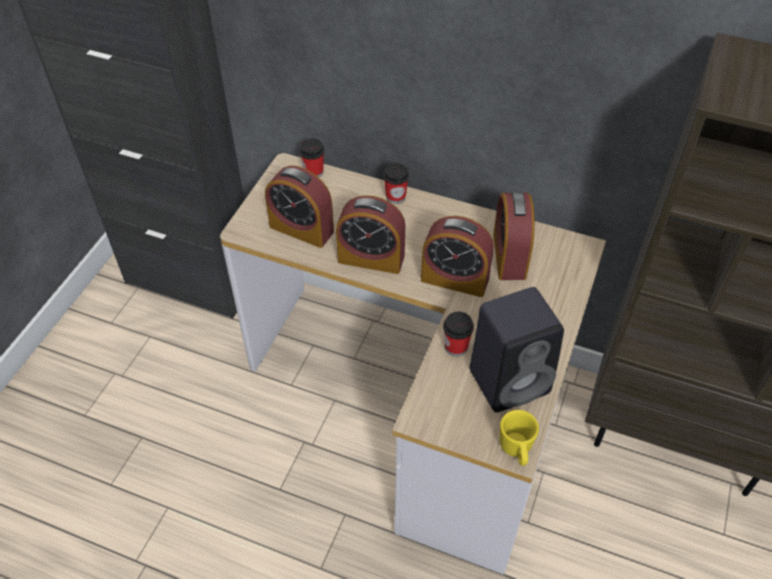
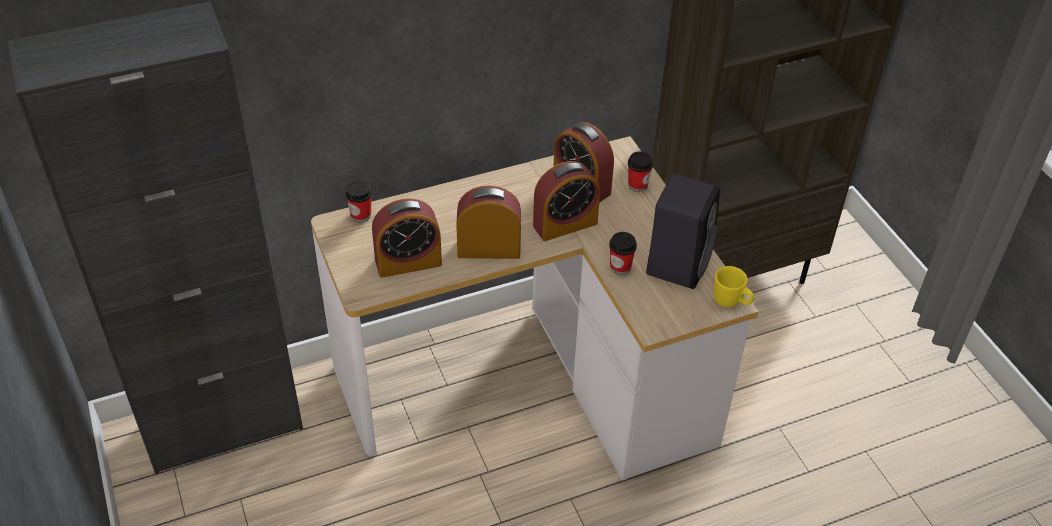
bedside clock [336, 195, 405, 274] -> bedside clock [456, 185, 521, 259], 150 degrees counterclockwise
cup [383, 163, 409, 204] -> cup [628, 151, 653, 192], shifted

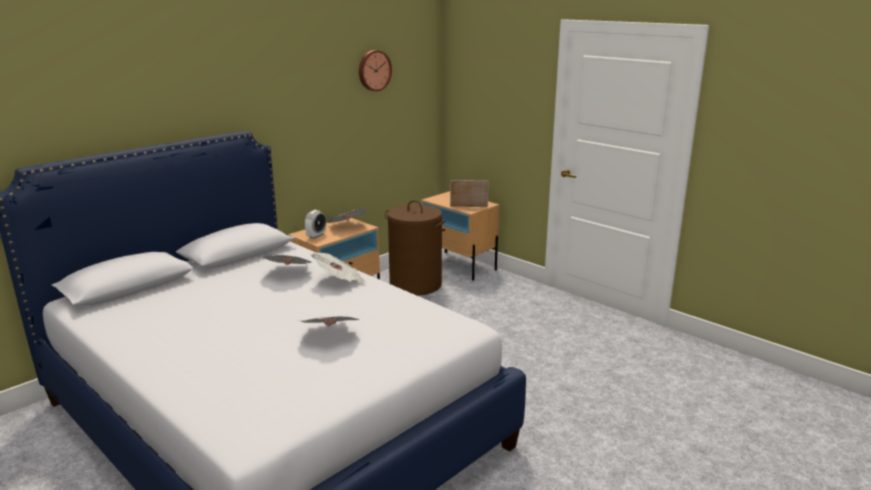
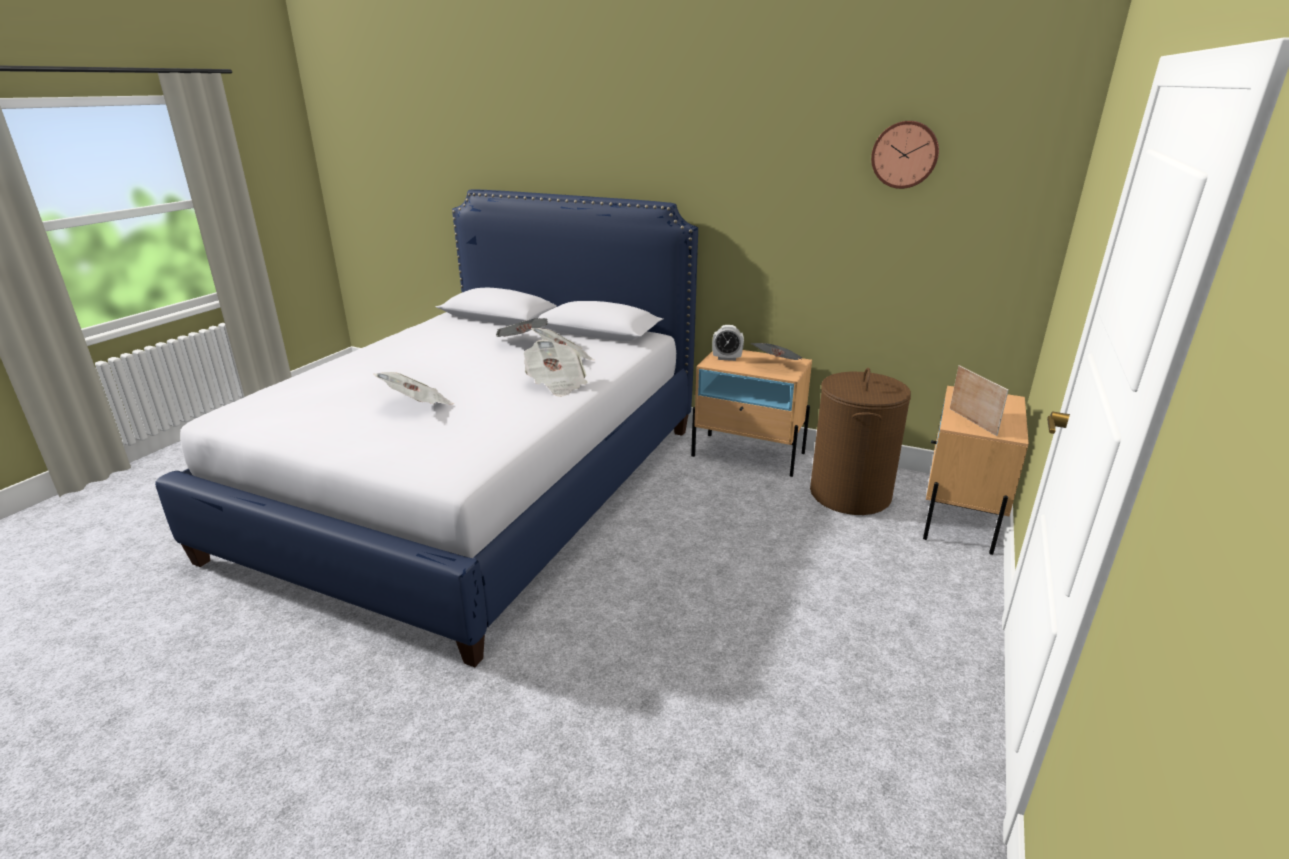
none -> newspaper [496, 318, 548, 337]

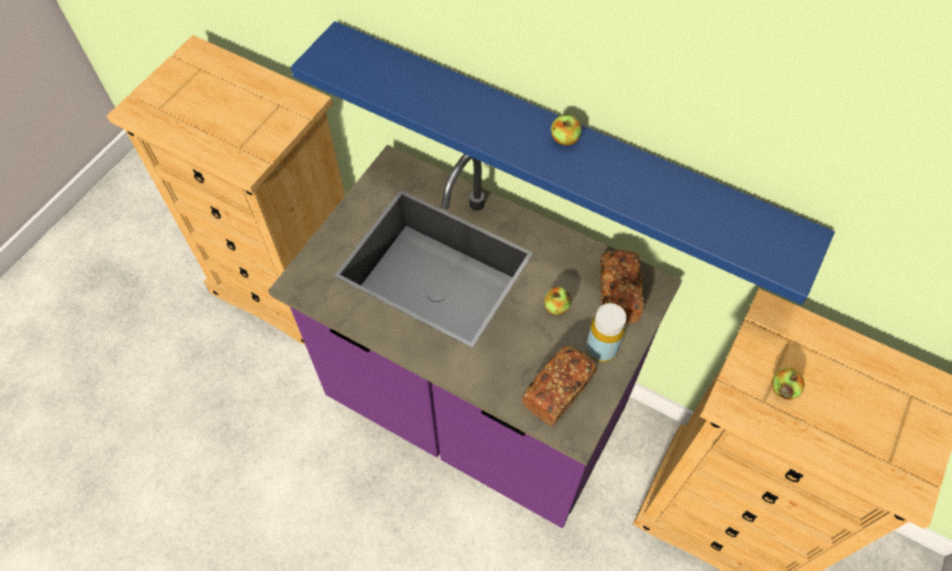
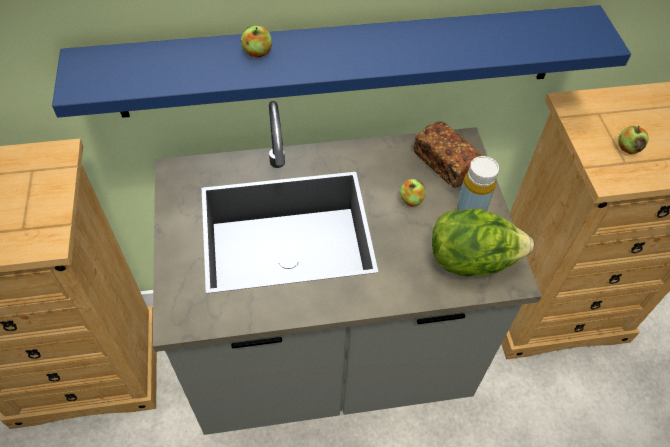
purple-coloured counter [268, 145, 682, 528] -> gray counter [153, 101, 542, 435]
bakery bread [522, 346, 597, 426] -> lettuce [432, 209, 534, 276]
apple [551, 114, 581, 145] -> apple [241, 26, 272, 58], shifted

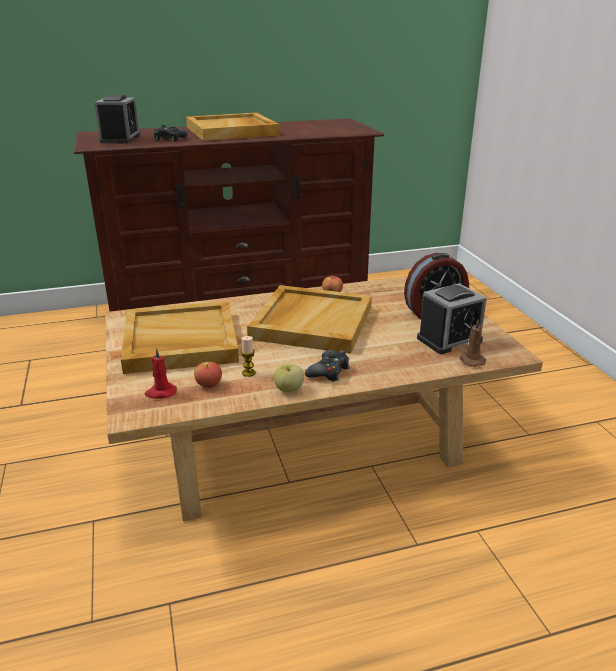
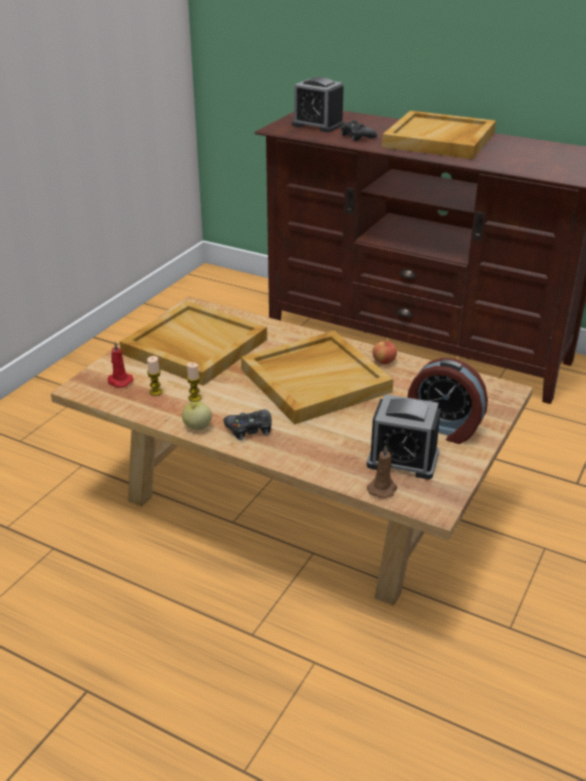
bedside clock [94, 95, 140, 143] -> bedside clock [292, 77, 344, 132], 75 degrees clockwise
apple [194, 361, 222, 388] -> wax light [147, 356, 163, 396]

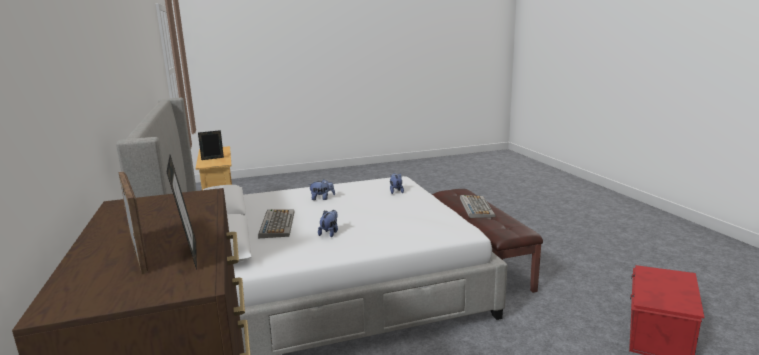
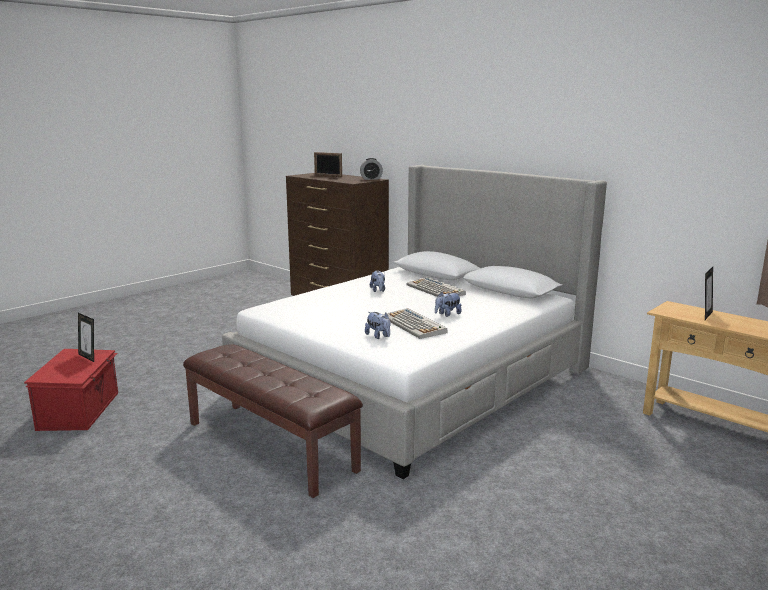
photo frame [167, 155, 197, 270] -> photo frame [78, 313, 94, 362], shifted
computer keyboard [460, 195, 496, 218] -> computer keyboard [383, 308, 447, 339], shifted
none -> bedside clock [360, 158, 383, 180]

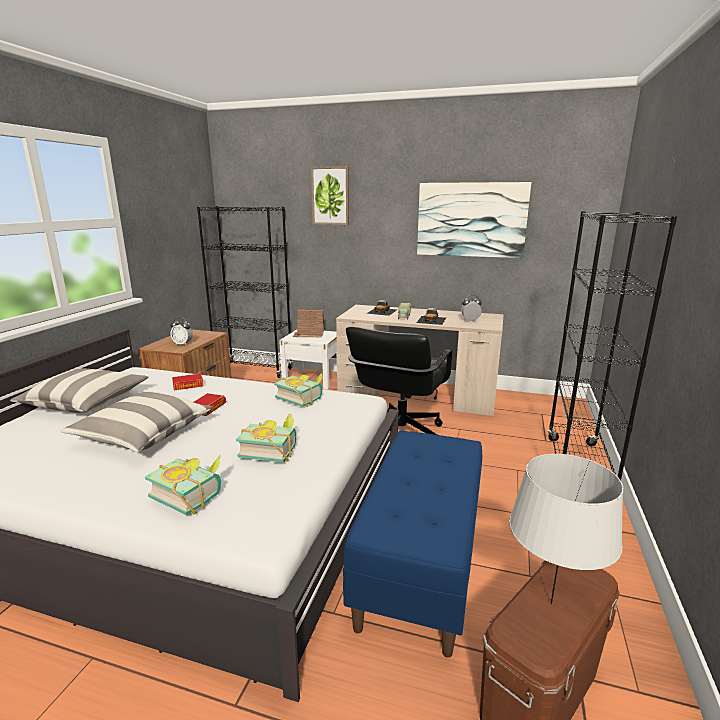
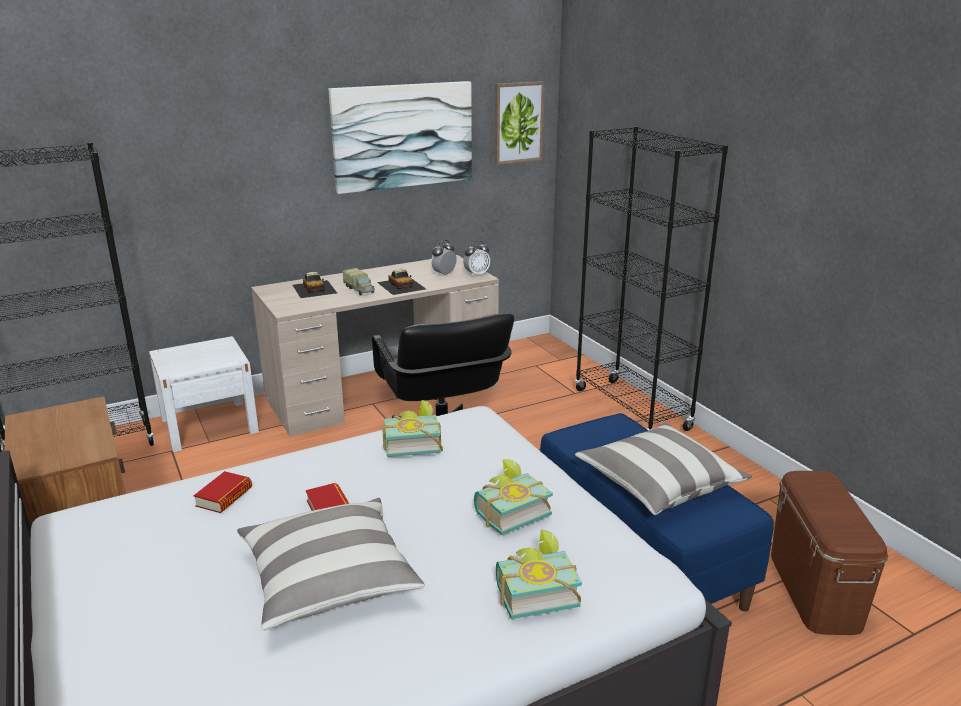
cushion [10, 368, 149, 413] -> cushion [575, 423, 752, 515], shifted
bedside clock [170, 318, 193, 346] -> bedside clock [463, 241, 490, 277], shifted
model house [293, 310, 325, 337] -> none
wall picture [311, 166, 349, 225] -> wall picture [495, 81, 545, 165], shifted
gray tabletop lamp [509, 454, 623, 605] -> none

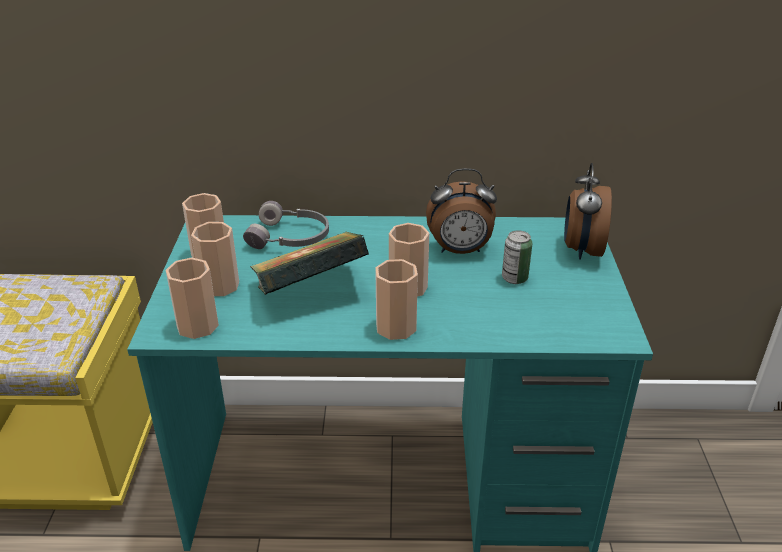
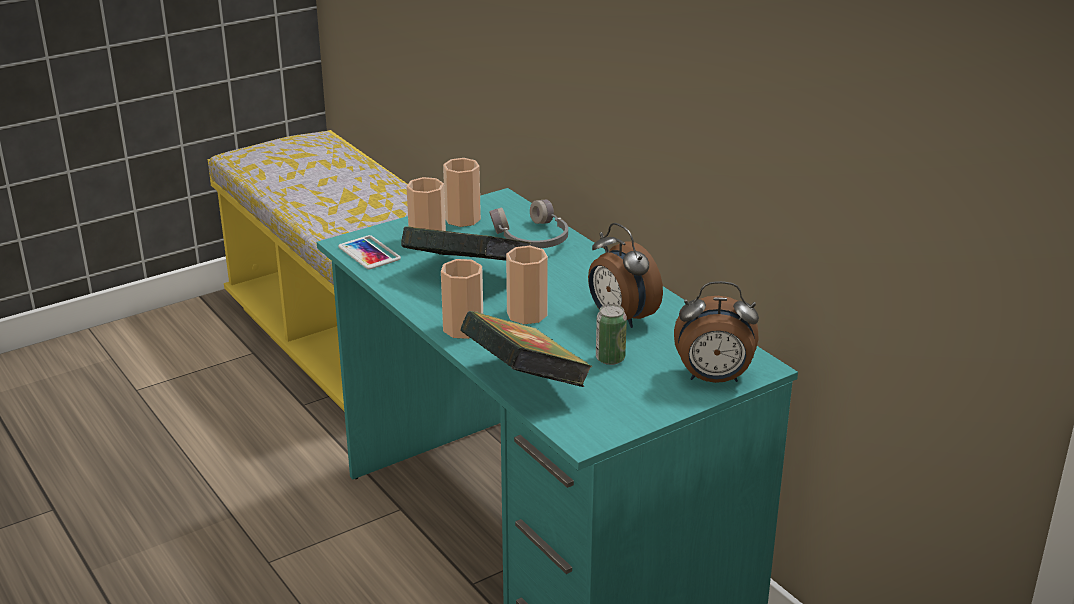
cup [166, 258, 219, 339] -> telephone [338, 235, 401, 269]
bedside clock [564, 163, 612, 260] -> bedside clock [674, 281, 759, 383], 150 degrees counterclockwise
none -> book [460, 311, 593, 387]

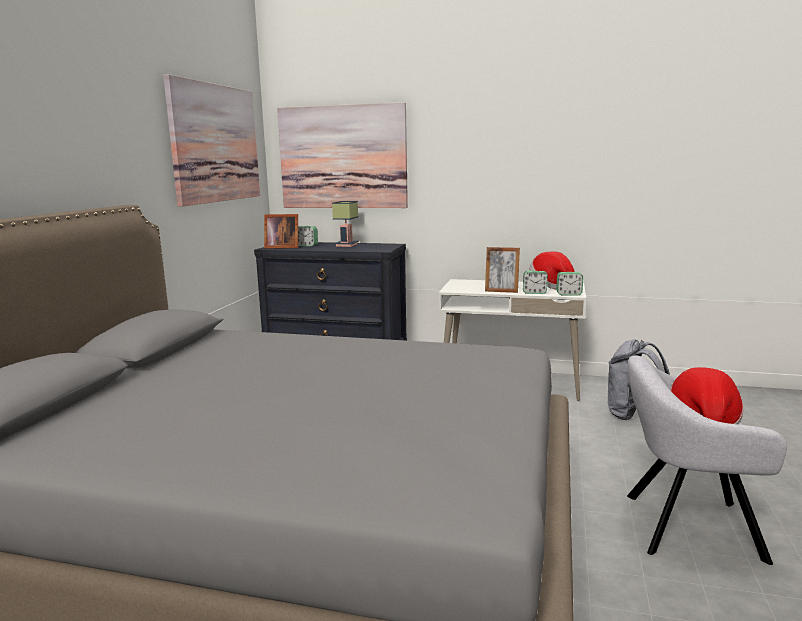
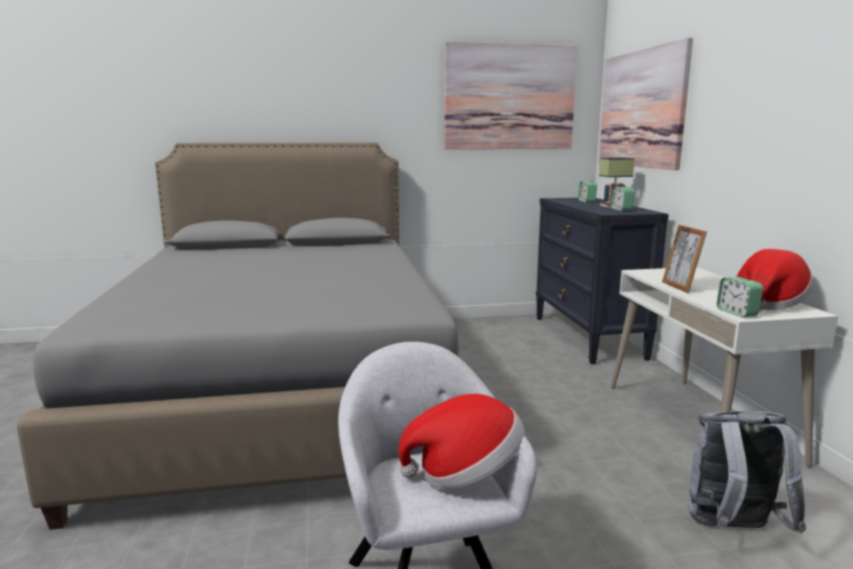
photo frame [264, 214, 298, 249] -> none
bedside clock [523, 271, 548, 294] -> bedside clock [610, 187, 635, 211], shifted

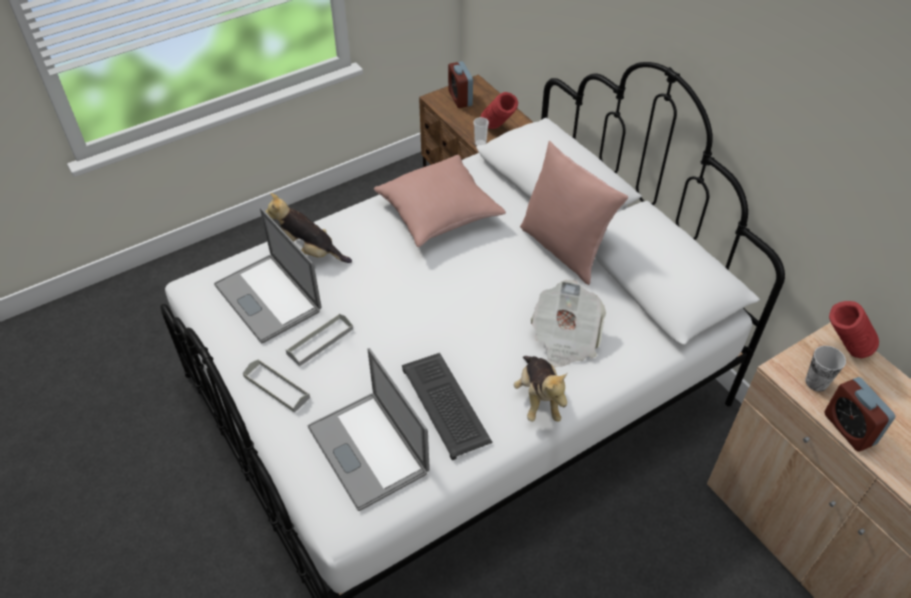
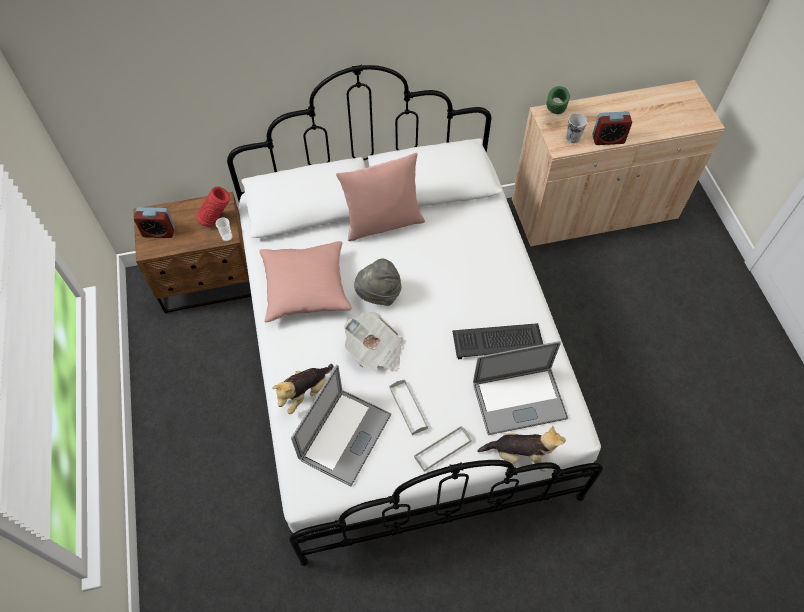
portable computer [214, 208, 321, 343] -> portable computer [291, 365, 391, 486], 45 degrees counterclockwise
soft toy [514, 356, 567, 422] -> soft toy [477, 426, 566, 472], shifted
newspaper [531, 280, 606, 368] -> newspaper [344, 312, 403, 371], shifted
red vase [829, 301, 879, 358] -> green vase [546, 86, 570, 114]
none -> gray clothing hat [354, 258, 401, 306]

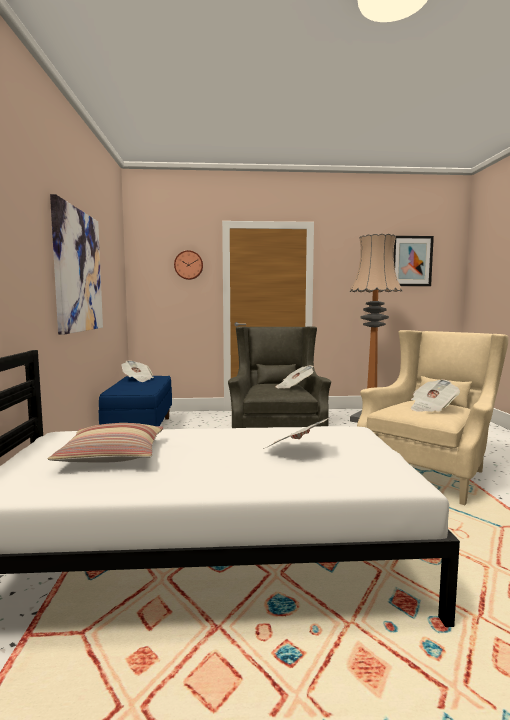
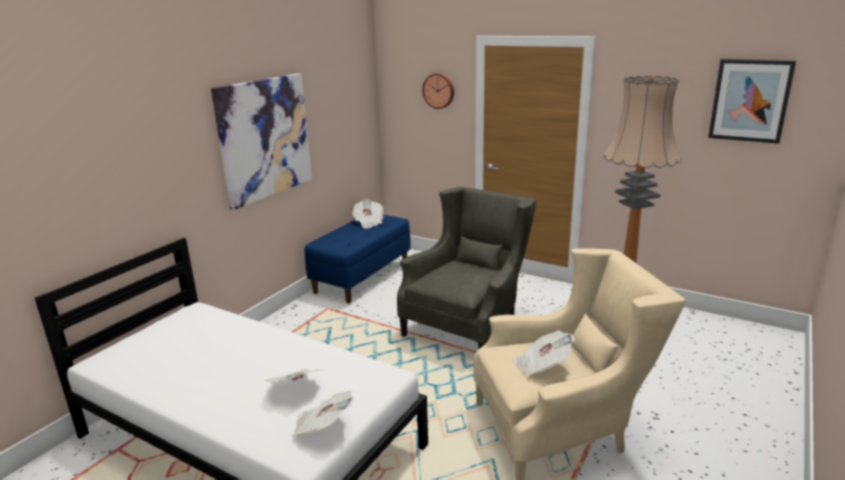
cushion [48, 423, 164, 463] -> none
newspaper [276, 365, 314, 389] -> newspaper [292, 390, 353, 437], shifted

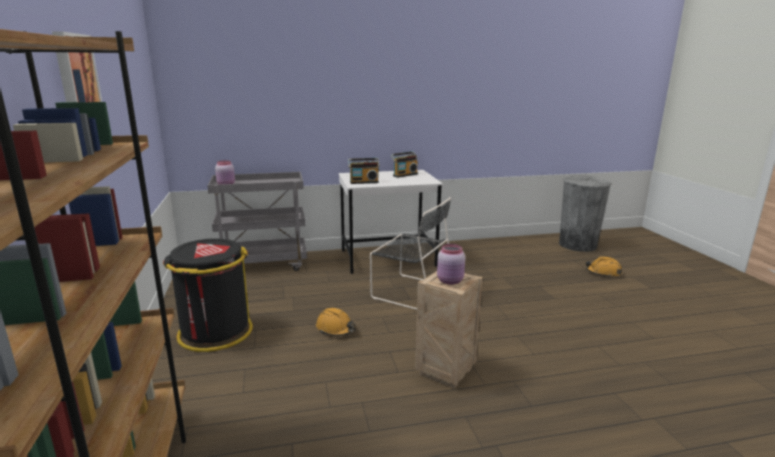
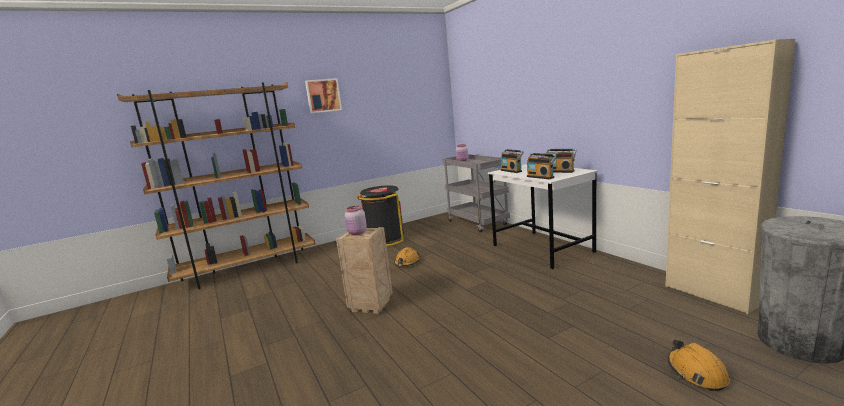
blackish plain chair [370, 197, 451, 310] -> none
none -> radio receiver [527, 153, 557, 179]
none -> sand-coloured cupboard [665, 39, 795, 314]

